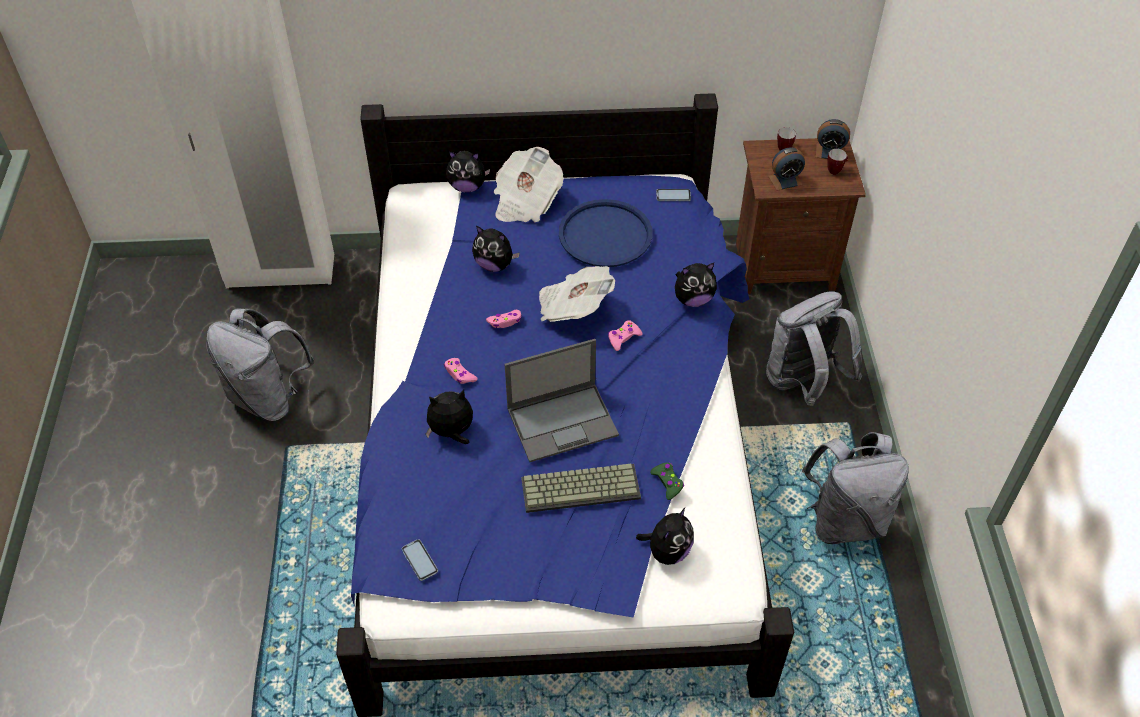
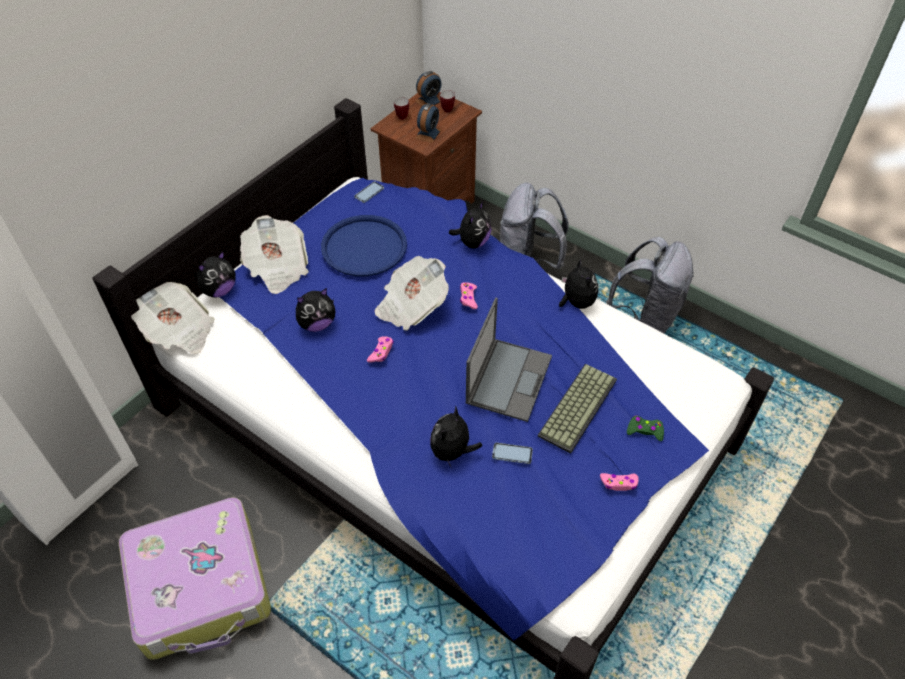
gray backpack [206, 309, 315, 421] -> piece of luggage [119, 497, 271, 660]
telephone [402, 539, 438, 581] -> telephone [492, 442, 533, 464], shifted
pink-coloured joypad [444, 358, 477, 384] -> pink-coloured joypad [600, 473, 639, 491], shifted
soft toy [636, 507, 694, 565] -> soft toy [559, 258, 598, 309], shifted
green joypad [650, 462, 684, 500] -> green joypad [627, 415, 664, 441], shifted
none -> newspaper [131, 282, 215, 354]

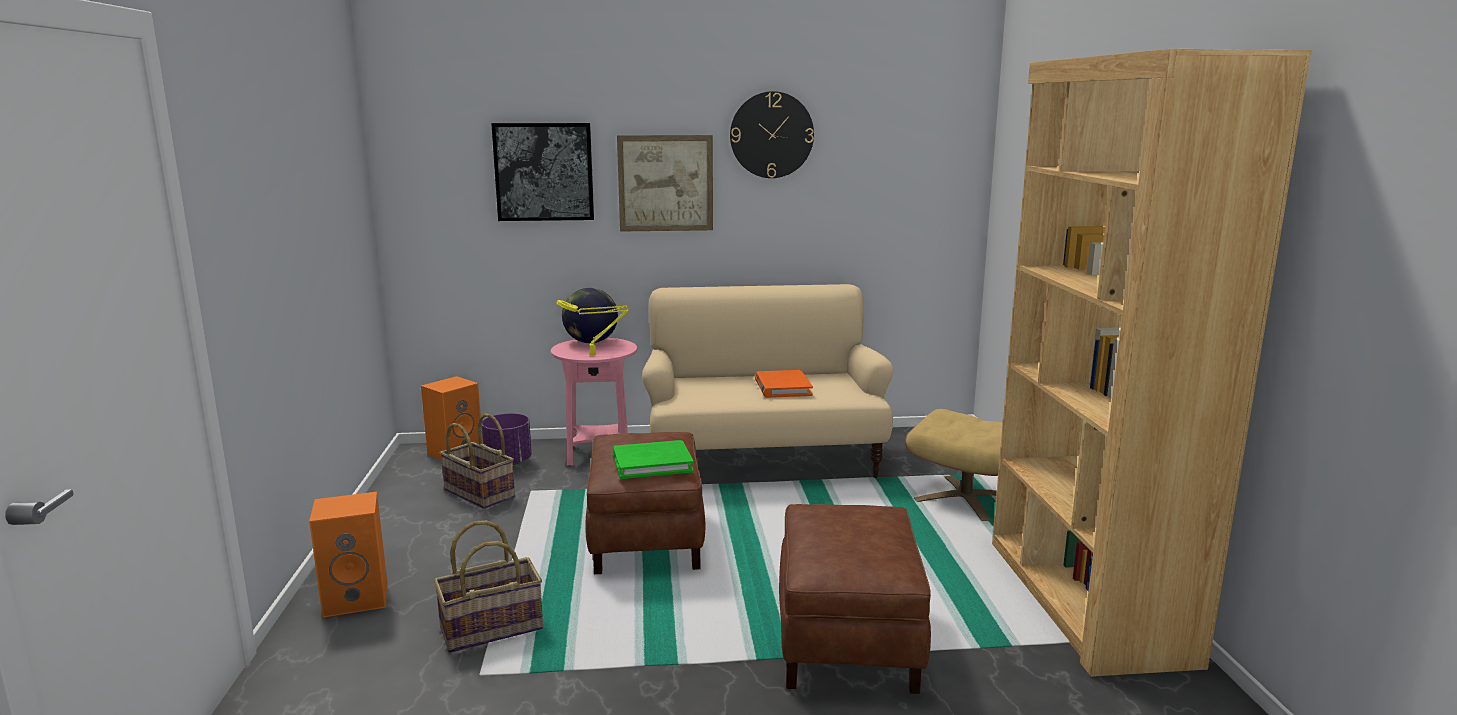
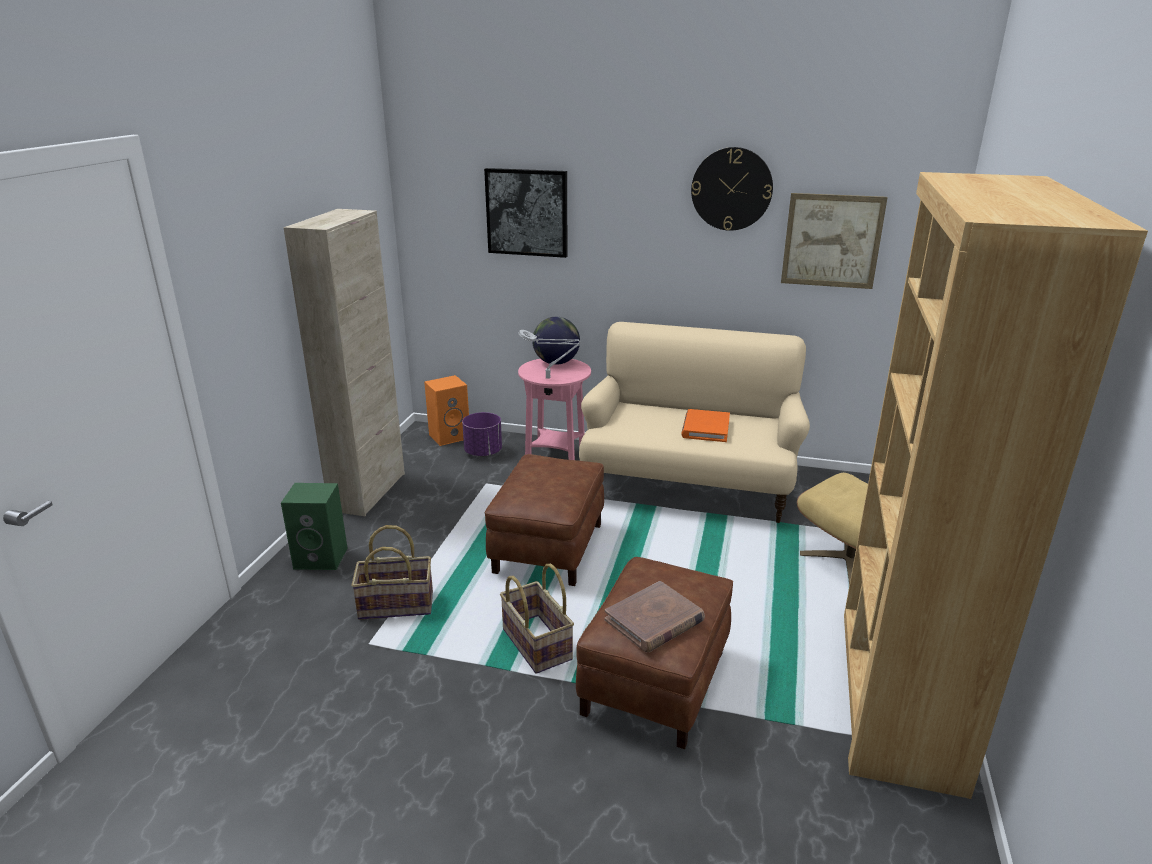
orangey loudspeaker [309, 492, 387, 618] -> green loudspeaker [281, 483, 347, 570]
storage basket [440, 413, 515, 509] -> storage basket [500, 564, 574, 674], shifted
yellow-coloured tabletop lamp [557, 300, 630, 355] -> gray tabletop lamp [519, 330, 581, 378]
green book [613, 440, 693, 479] -> none
wall picture [617, 135, 713, 232] -> wall picture [781, 193, 888, 289], shifted
none -> sand-coloured cupboard [283, 209, 405, 516]
none -> brown-coloured book [604, 581, 705, 652]

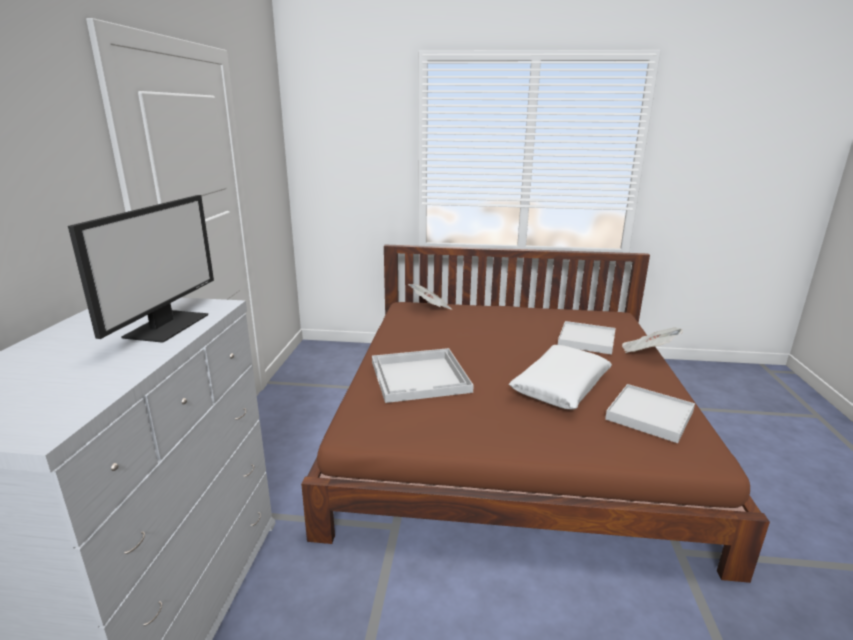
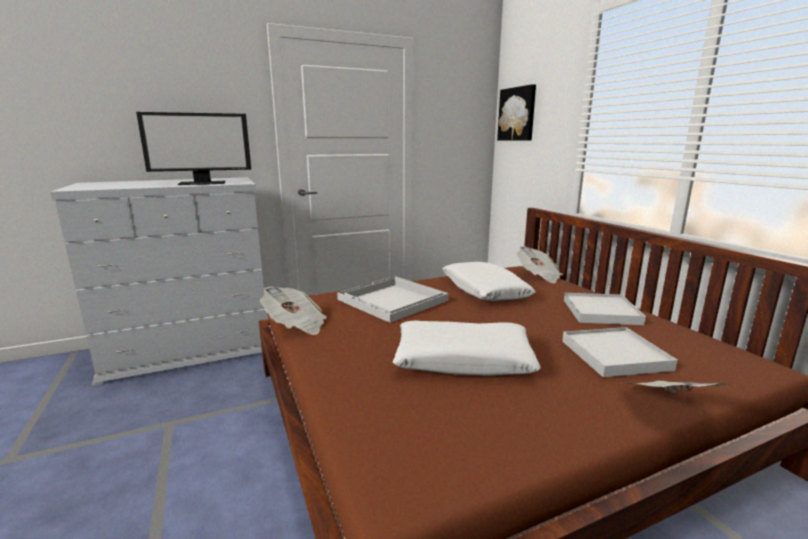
white carrying tray [605, 384, 695, 443] -> white carrying tray [564, 293, 646, 325], shifted
none -> newspaper [260, 286, 327, 335]
none -> white cushion [442, 262, 536, 301]
none -> wall picture [497, 84, 536, 140]

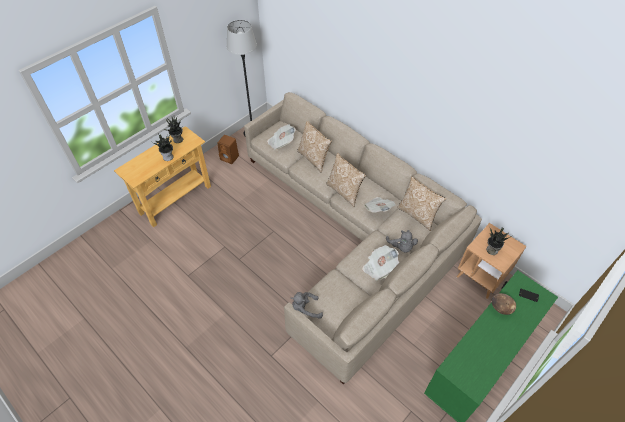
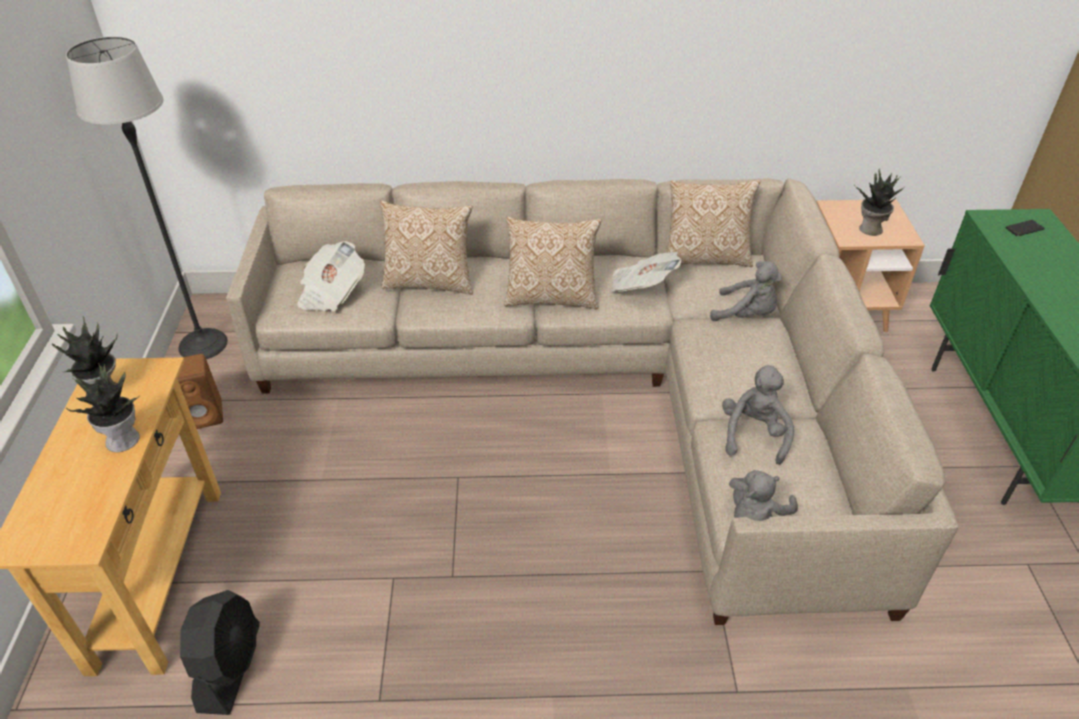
newspaper [362, 245, 399, 281] -> none
brown-coloured bowl [492, 293, 516, 315] -> none
none -> blackish electric fan [180, 590, 260, 715]
none -> gray soft toy [722, 365, 794, 465]

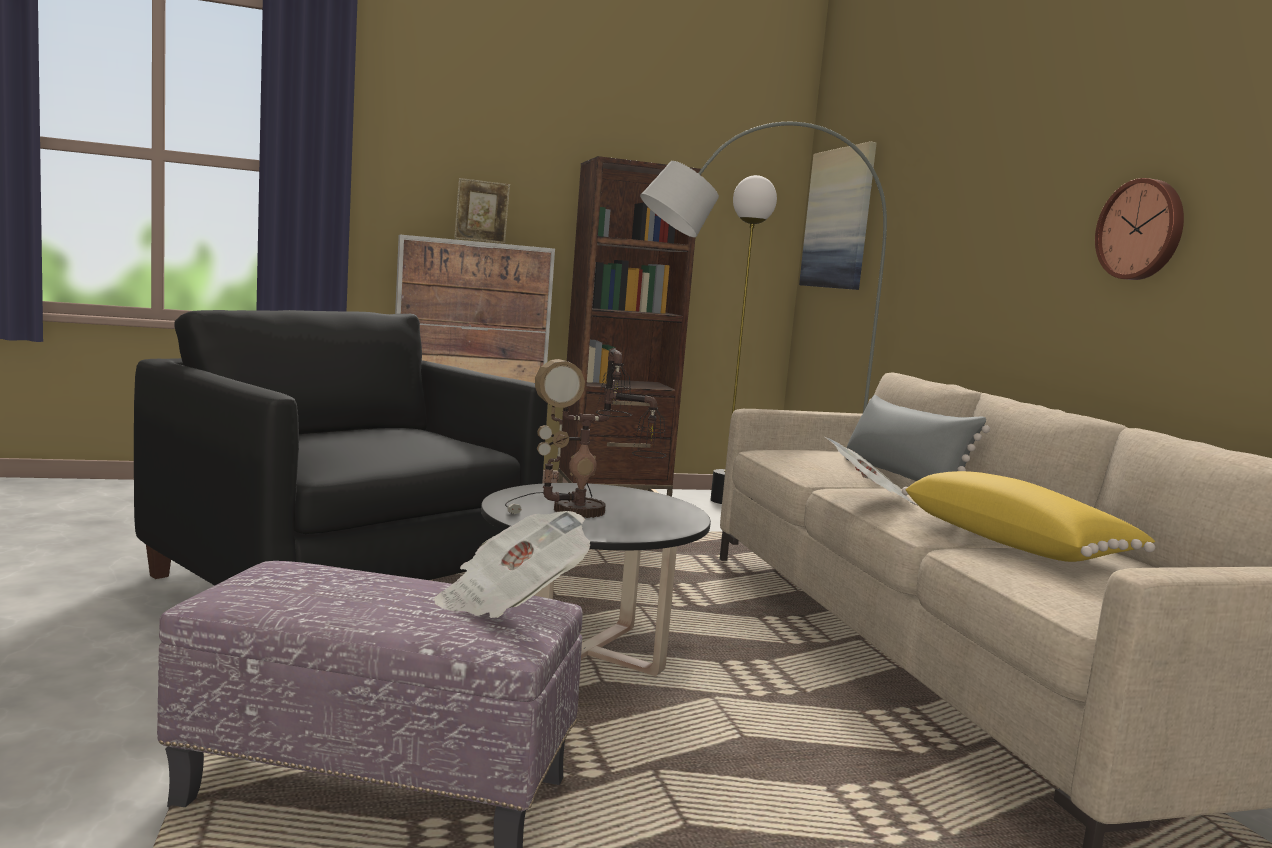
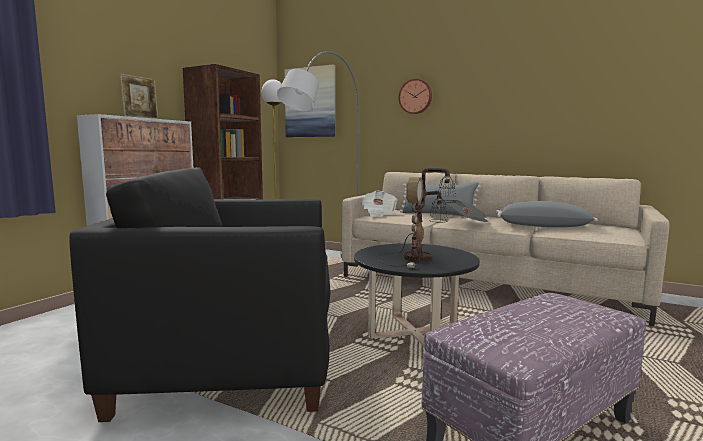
newspaper [434, 511, 590, 618] -> newspaper [361, 191, 397, 216], shifted
yellow-coloured cushion [902, 471, 1155, 562] -> gray cushion [496, 201, 598, 227]
hanging clock [1095, 178, 1184, 280] -> hanging clock [399, 79, 432, 114], shifted

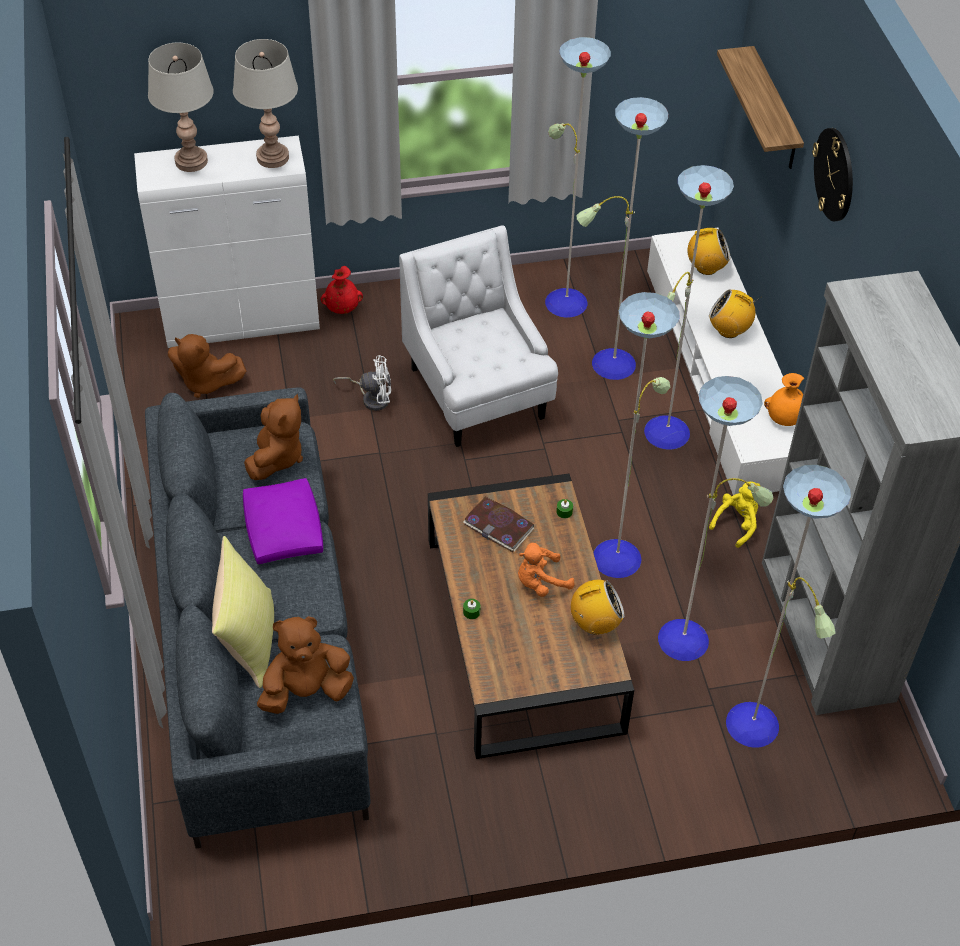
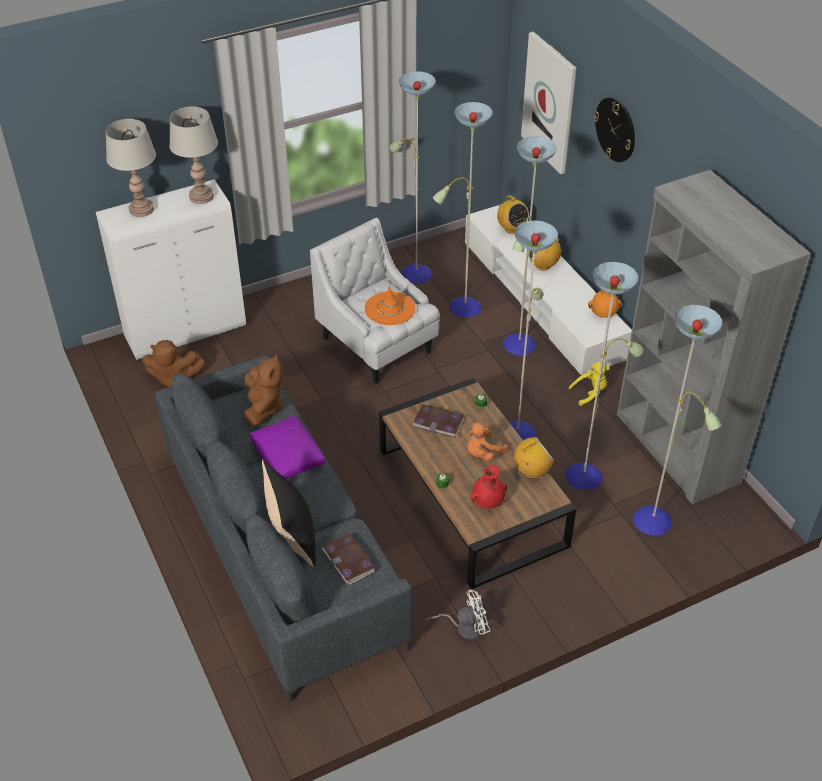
yellow-coloured cushion [212, 536, 274, 688] -> blackish cushion [262, 459, 316, 567]
brown-coloured soft toy [257, 616, 354, 714] -> book [322, 534, 375, 585]
red vase [321, 266, 363, 314] -> red vase [470, 464, 507, 509], shifted
white electric fan [333, 355, 391, 411] -> white electric fan [425, 590, 490, 640], shifted
radio receiver [688, 228, 730, 275] -> radio receiver [497, 195, 529, 234], 75 degrees clockwise
yellow-coloured soft toy [709, 481, 760, 548] -> yellow-coloured soft toy [569, 362, 610, 406], 45 degrees clockwise
bracket shelf [717, 46, 804, 169] -> wall picture [521, 32, 576, 174]
none -> orangey clothing hat [365, 286, 416, 325]

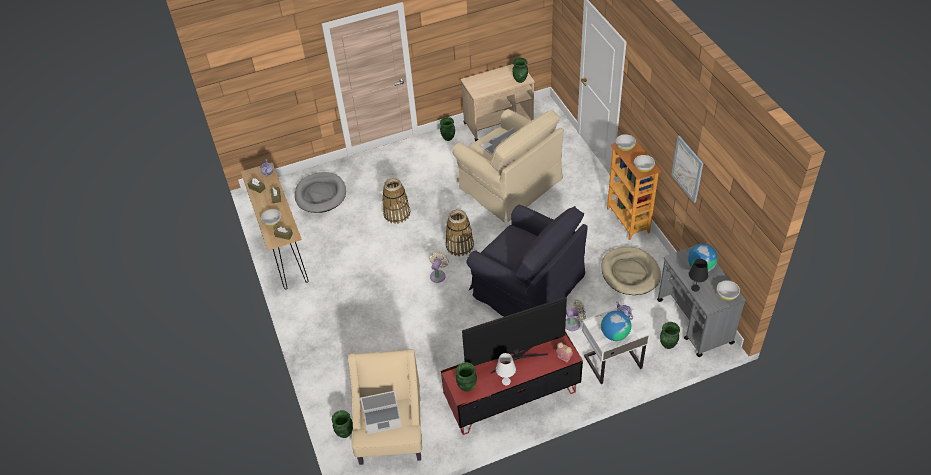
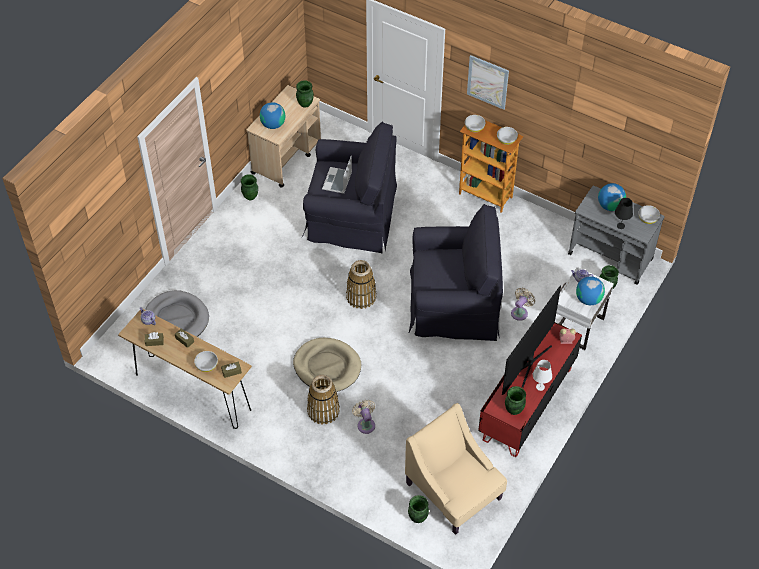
portable computer [360, 391, 402, 435] -> none
storage basket [382, 178, 410, 224] -> storage basket [307, 375, 340, 425], shifted
sand-coloured electric fan [429, 251, 449, 283] -> sand-coloured electric fan [352, 400, 375, 434], shifted
sand-coloured armchair [452, 109, 564, 222] -> blackish armchair [302, 121, 397, 253]
sand-coloured dog bed [601, 247, 661, 295] -> sand-coloured dog bed [293, 338, 361, 392], shifted
wall picture [672, 136, 703, 203] -> wall picture [467, 55, 509, 110], shifted
none -> world globe [260, 102, 285, 129]

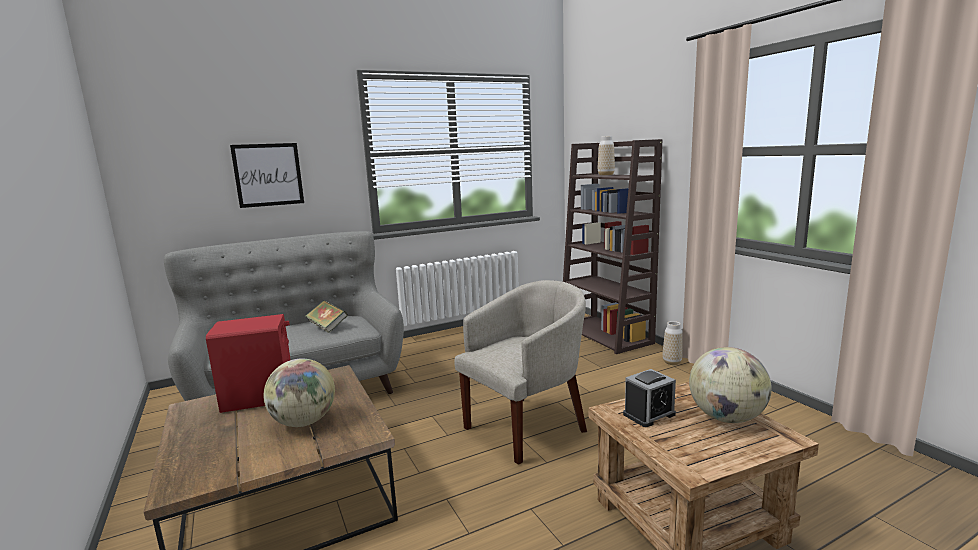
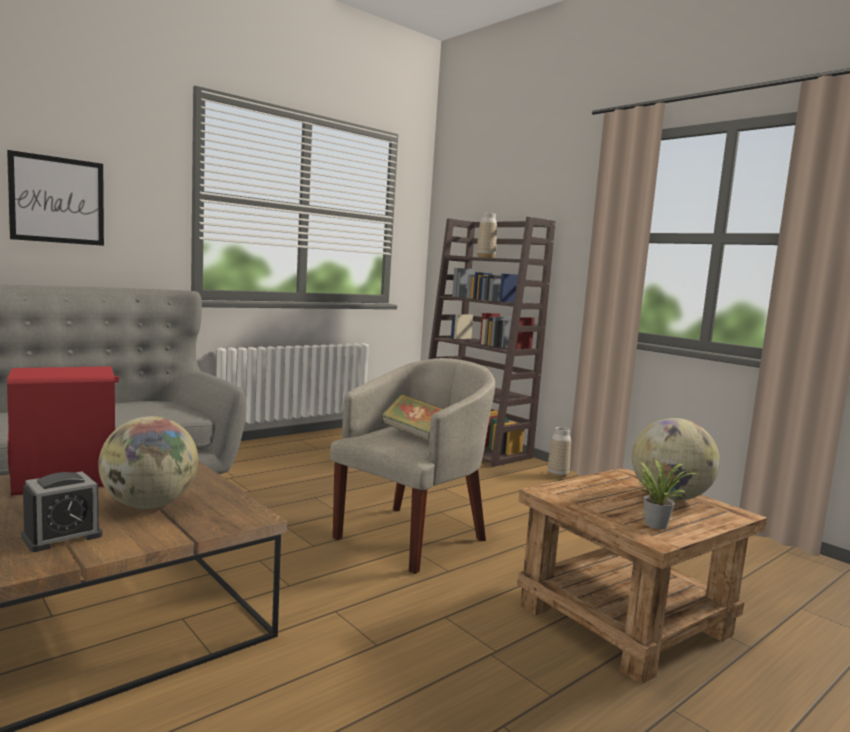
book [306, 300, 348, 333] -> book [381, 394, 443, 441], shifted
bedside clock [623, 369, 676, 427] -> bedside clock [21, 471, 103, 552], shifted
none -> houseplant [638, 459, 697, 529]

